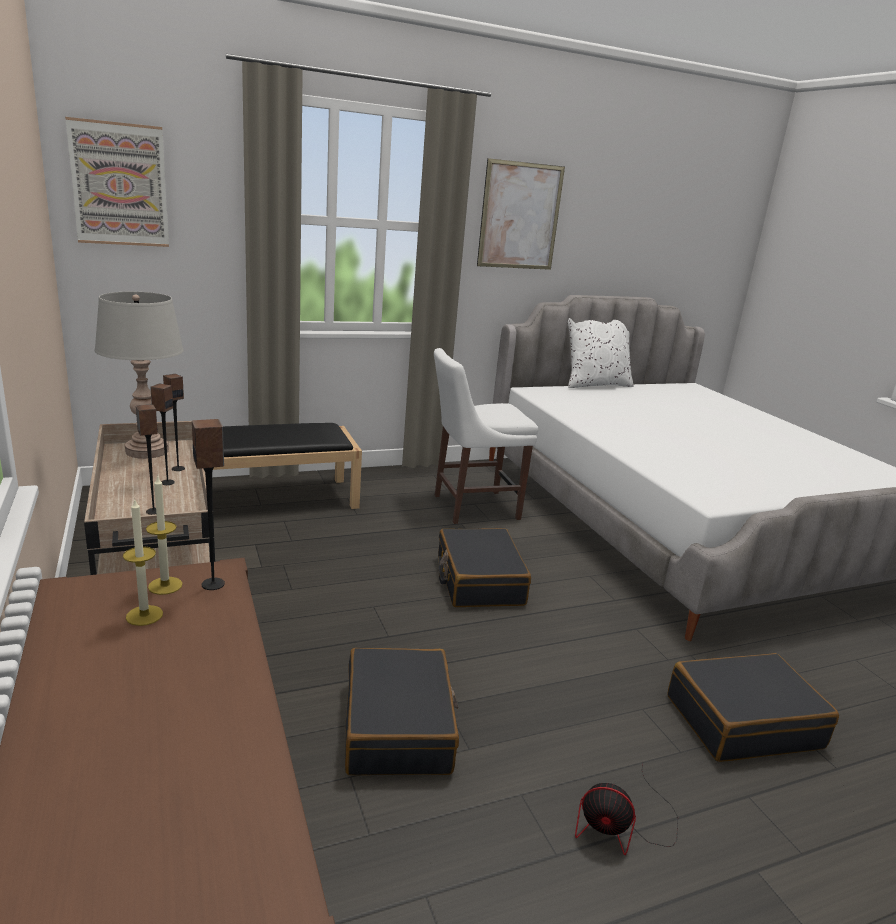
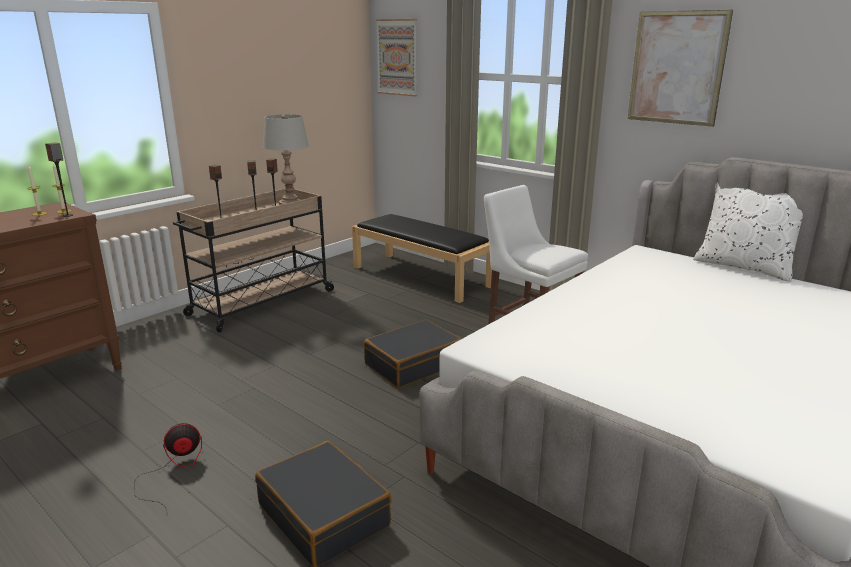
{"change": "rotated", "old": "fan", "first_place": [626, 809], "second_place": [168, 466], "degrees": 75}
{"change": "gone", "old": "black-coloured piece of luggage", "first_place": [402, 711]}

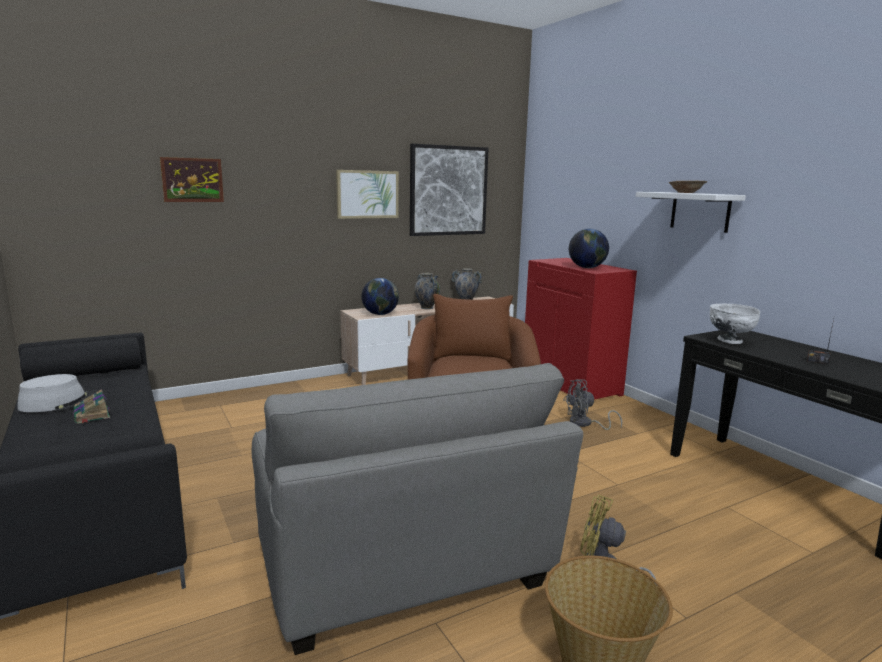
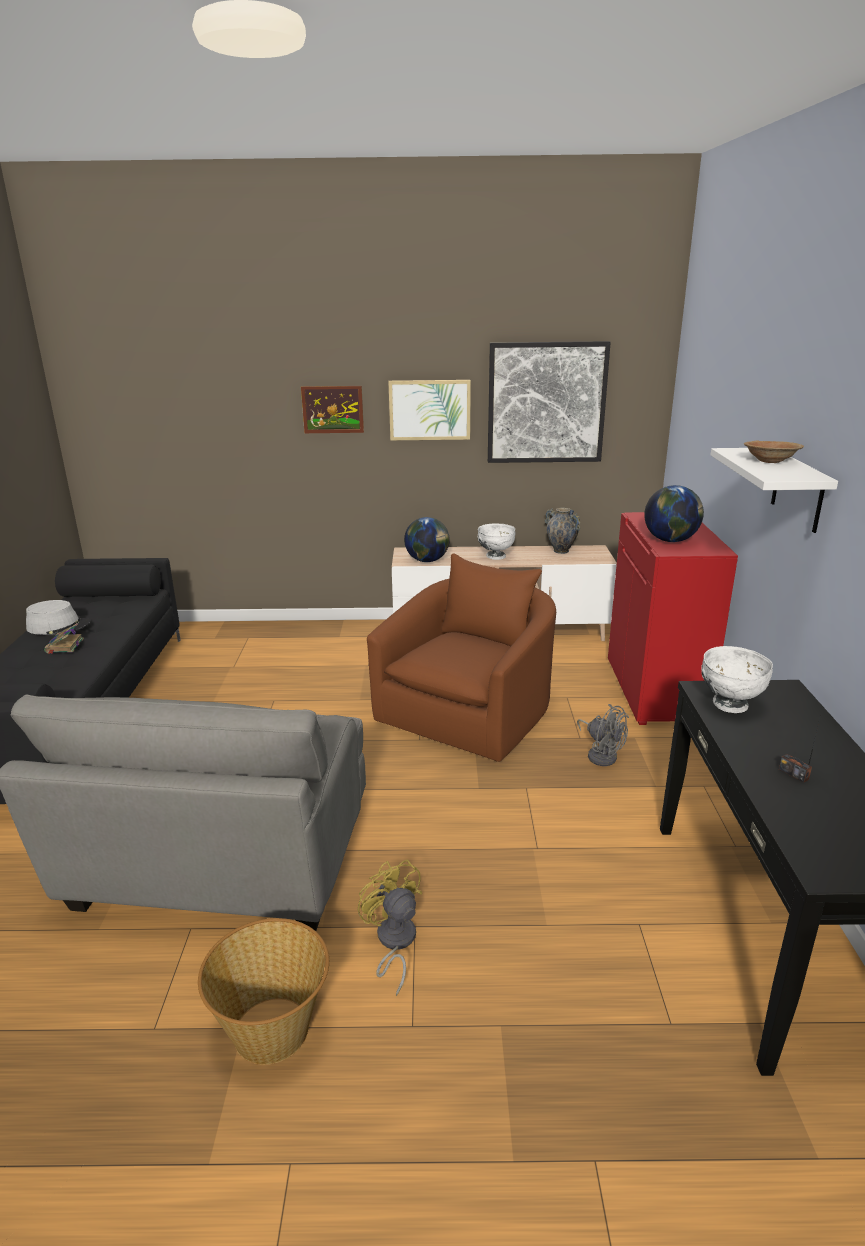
{"change": "shifted", "old": "wall picture", "first_place": [192, 179], "second_place": [332, 409]}
{"change": "swapped", "old": "flower vase", "new": "white-coloured deep dish", "first_place": [427, 291], "second_place": [496, 541]}
{"change": "rotated", "old": "grey fan", "first_place": [592, 404], "second_place": [603, 735], "degrees": -150}

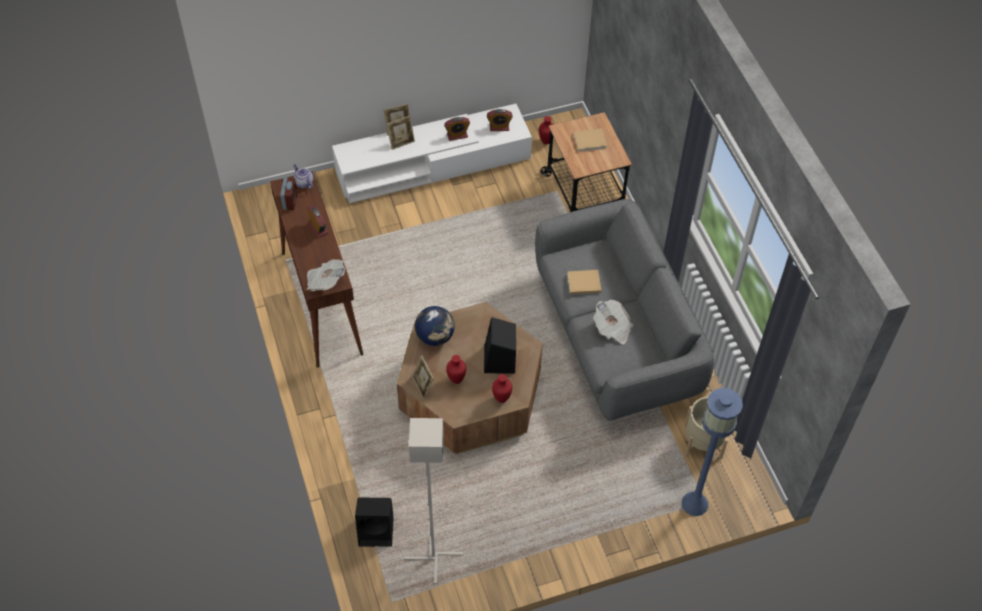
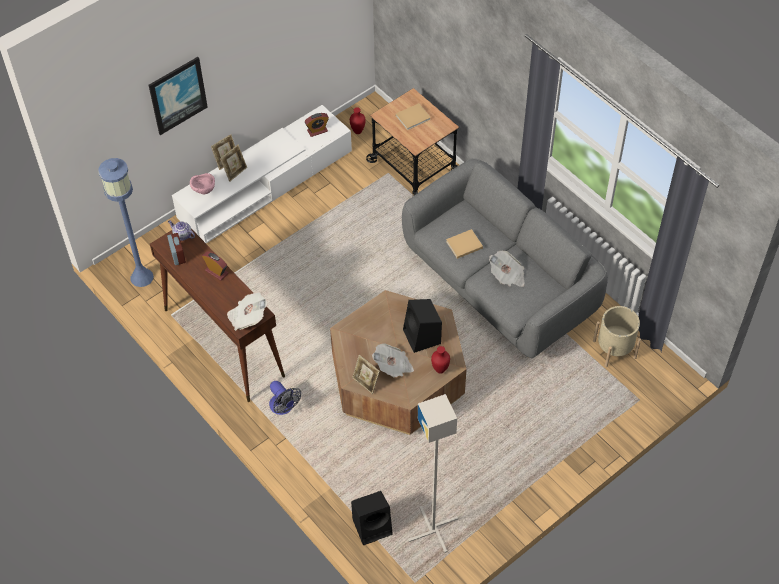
{"change": "shifted", "old": "blue-coloured standing lamp", "first_place": [712, 452], "second_place": [126, 222]}
{"change": "new", "new": "wall picture", "second_place": [178, 96]}
{"change": "new", "new": "pinkish deep dish", "second_place": [202, 183]}
{"change": "new", "new": "fan", "second_place": [285, 398]}
{"change": "swapped", "old": "red-coloured flower vase", "new": "newspaper", "first_place": [456, 369], "second_place": [393, 360]}
{"change": "gone", "old": "desk globe", "first_place": [435, 326]}
{"change": "gone", "old": "alarm clock", "first_place": [457, 129]}

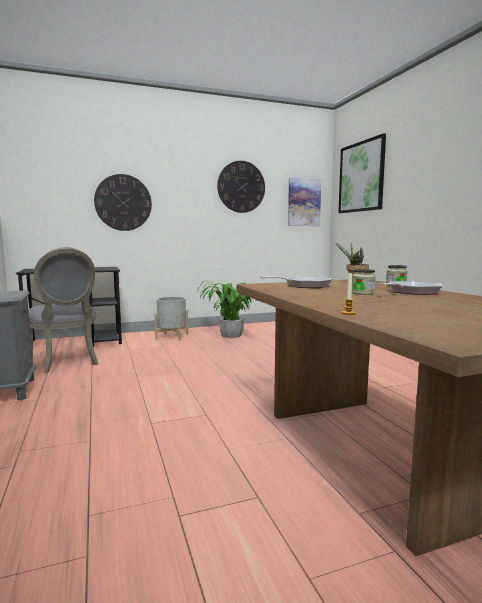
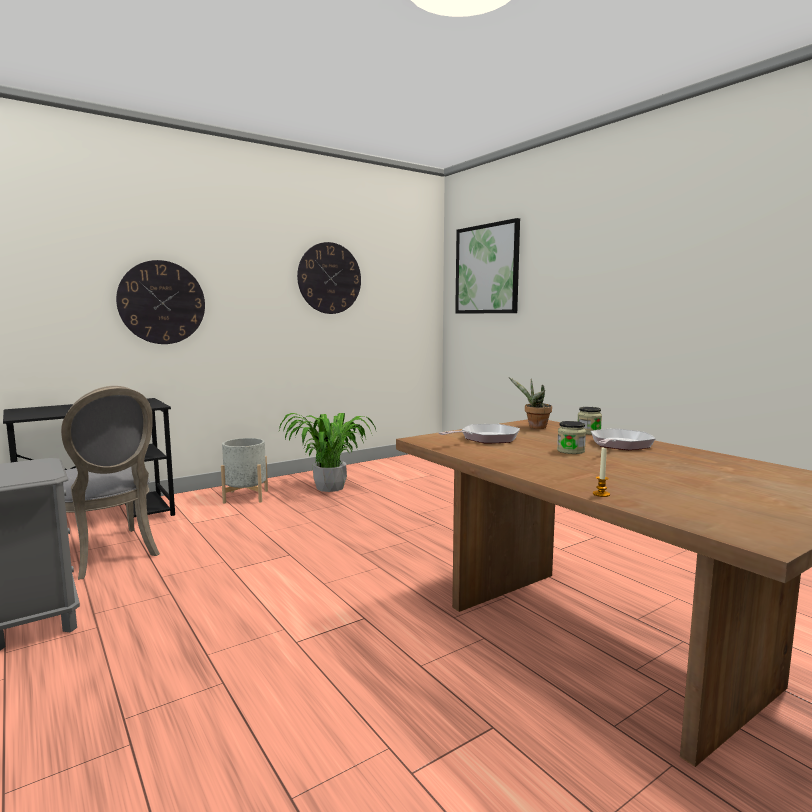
{"change": "gone", "old": "wall picture", "first_place": [304, 202]}

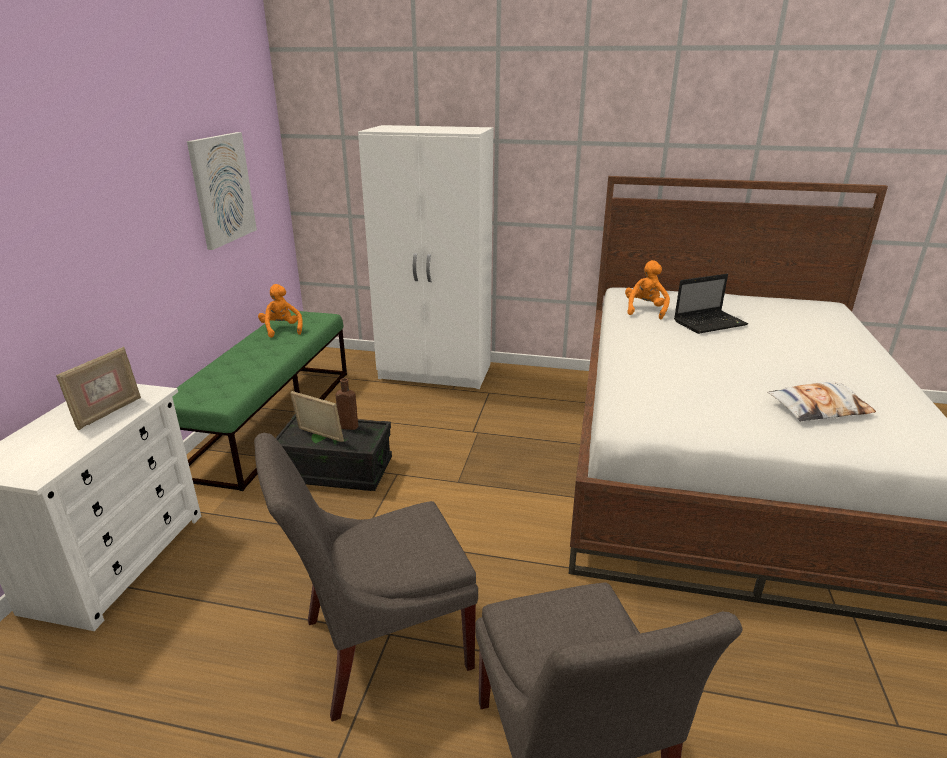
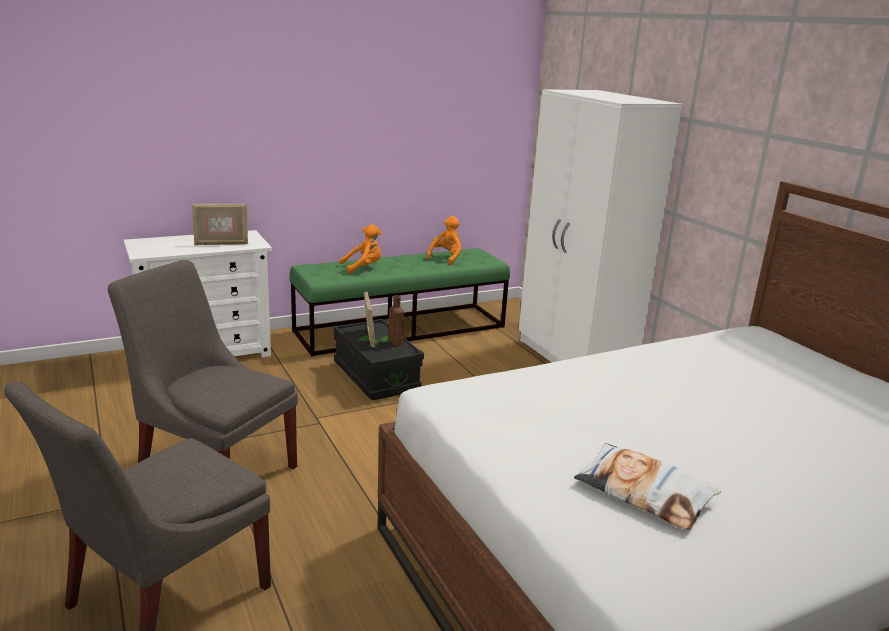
{"change": "shifted", "old": "orange cuddly toy", "first_place": [647, 289], "second_place": [361, 249]}
{"change": "gone", "old": "wall picture", "first_place": [222, 191]}
{"change": "gone", "old": "notebook computer", "first_place": [711, 304]}

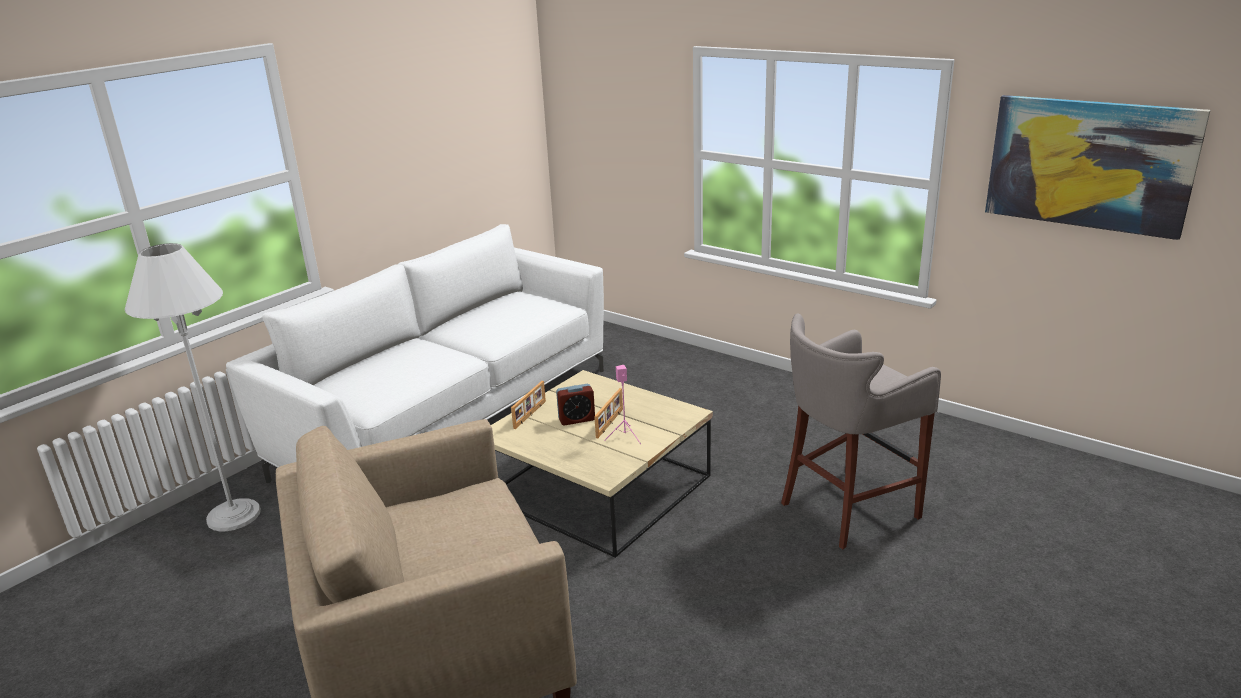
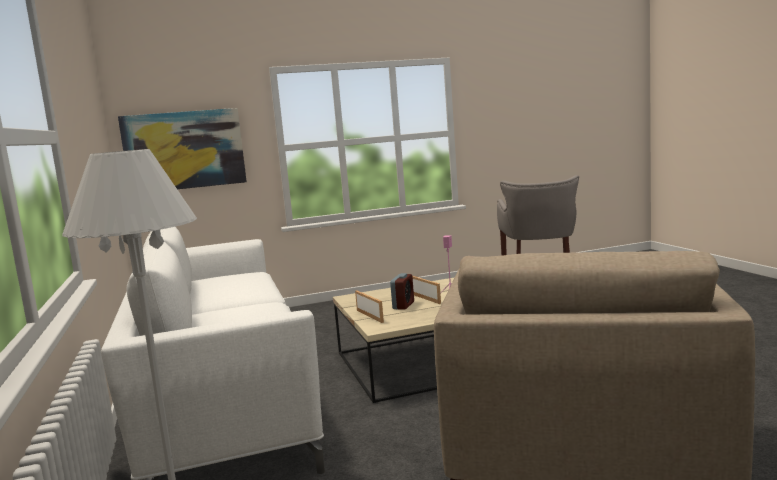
{"change": "shifted", "old": "wall picture", "first_place": [1097, 167], "second_place": [182, 148]}

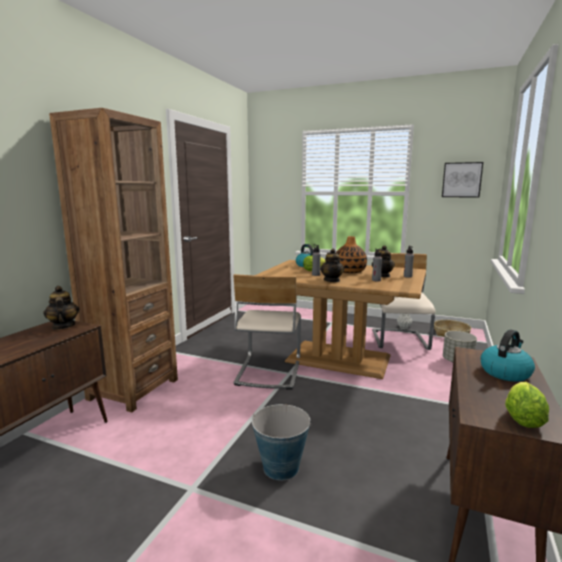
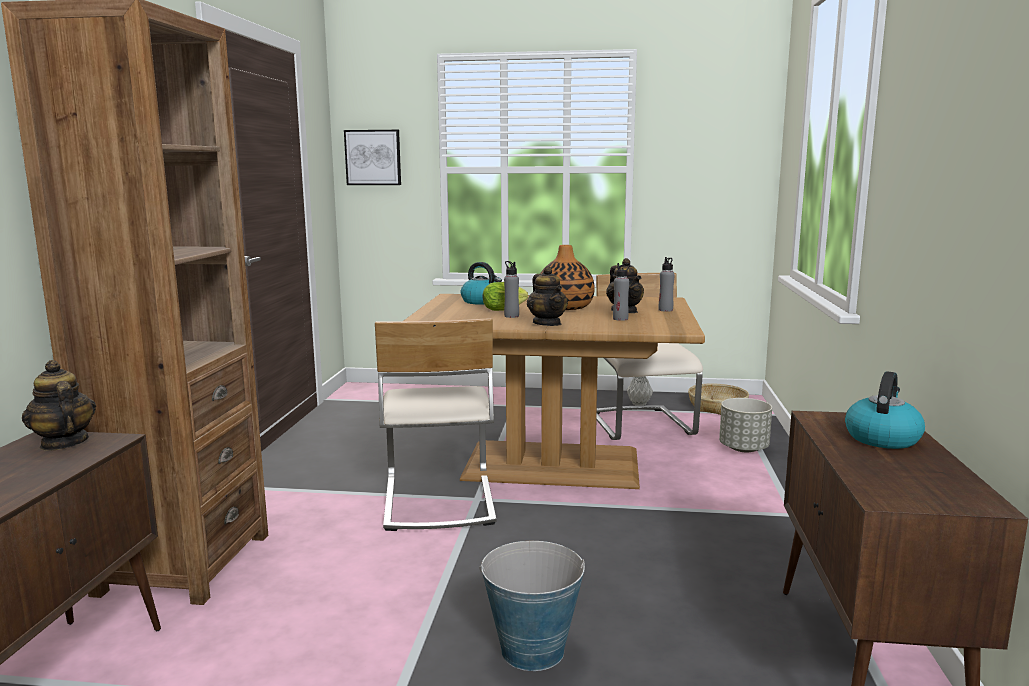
{"change": "shifted", "old": "wall picture", "first_place": [462, 179], "second_place": [372, 157]}
{"change": "gone", "old": "lettuce", "first_place": [527, 405]}

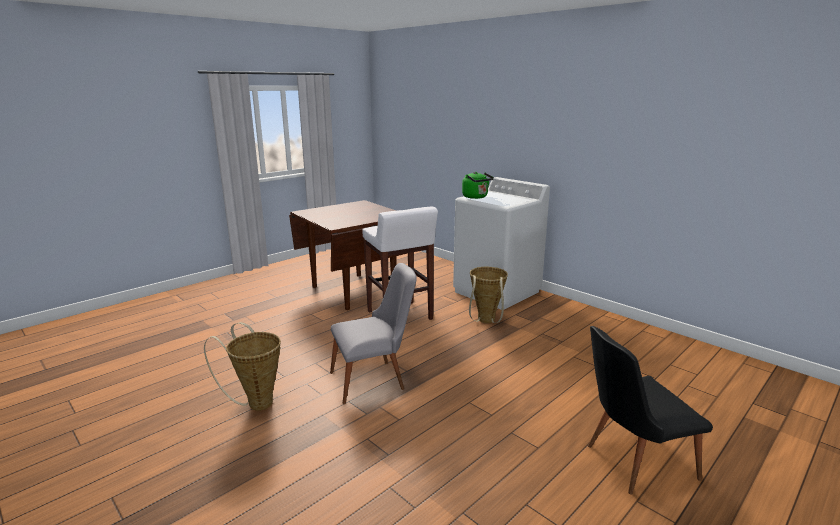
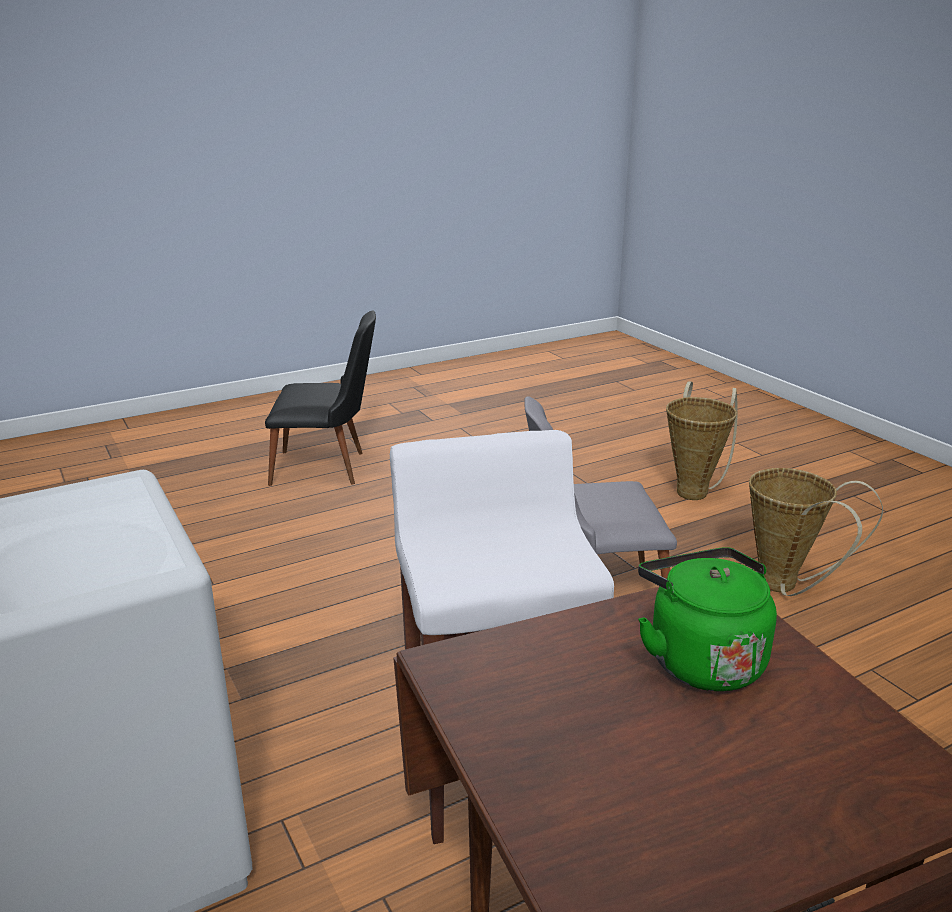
{"change": "shifted", "old": "green water kettle", "first_place": [478, 185], "second_place": [707, 619]}
{"change": "shifted", "old": "household basket", "first_place": [488, 295], "second_place": [702, 440]}

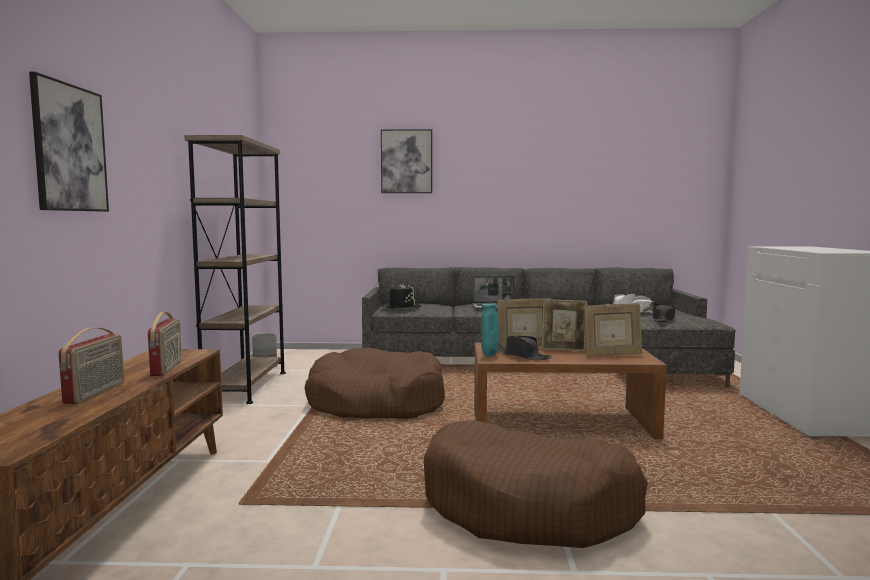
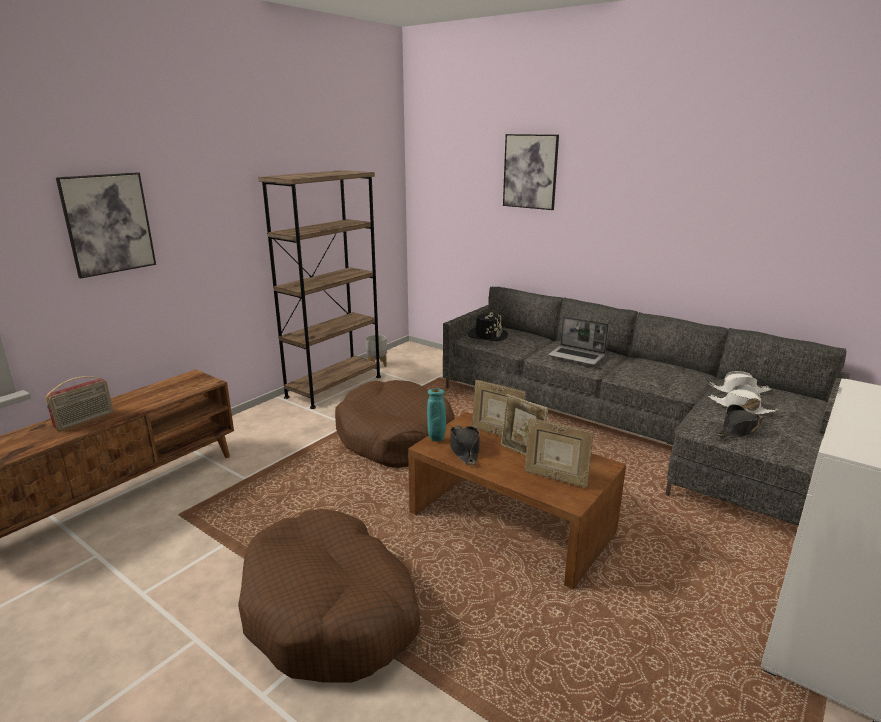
{"change": "gone", "old": "radio", "first_place": [165, 344]}

